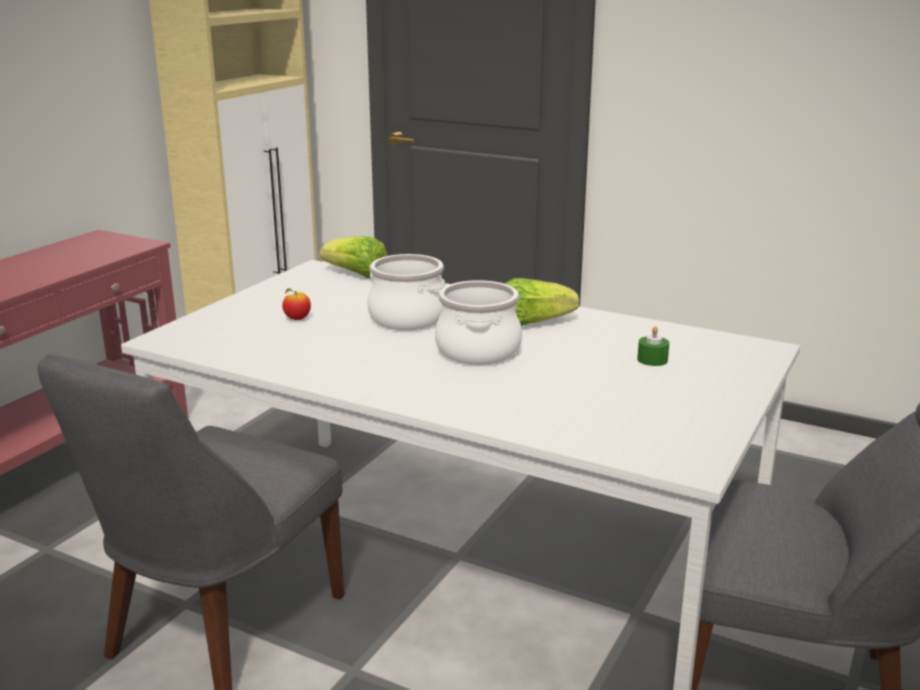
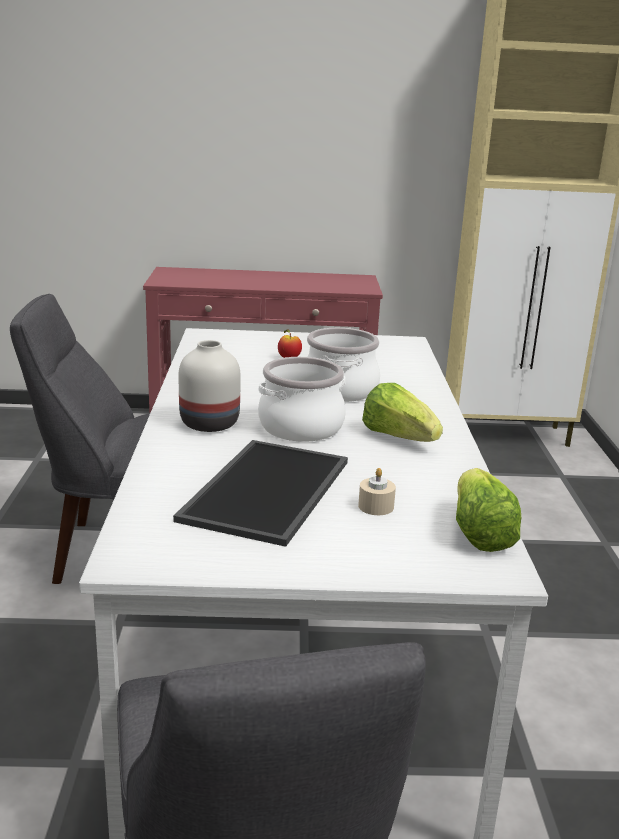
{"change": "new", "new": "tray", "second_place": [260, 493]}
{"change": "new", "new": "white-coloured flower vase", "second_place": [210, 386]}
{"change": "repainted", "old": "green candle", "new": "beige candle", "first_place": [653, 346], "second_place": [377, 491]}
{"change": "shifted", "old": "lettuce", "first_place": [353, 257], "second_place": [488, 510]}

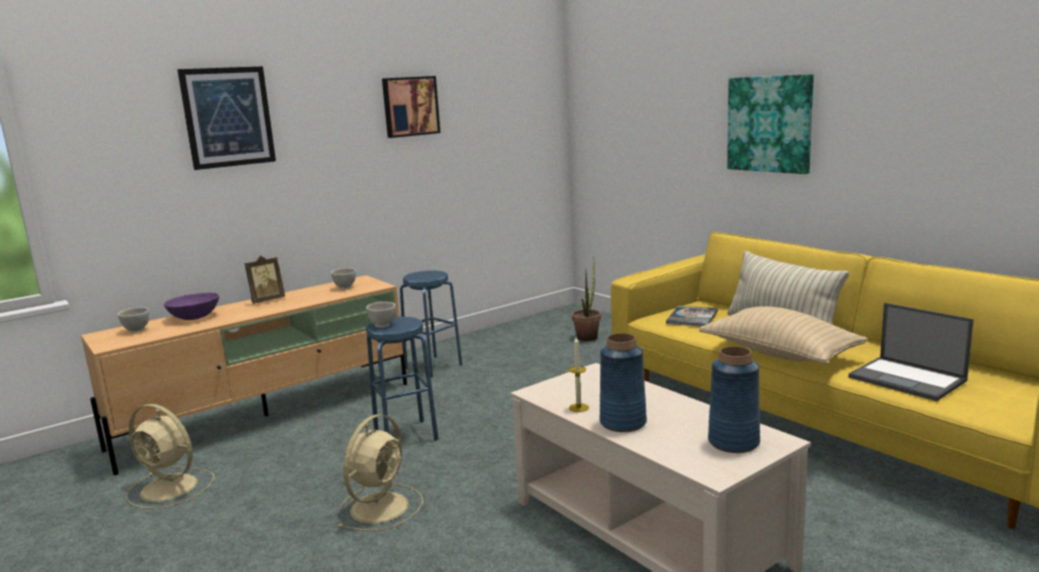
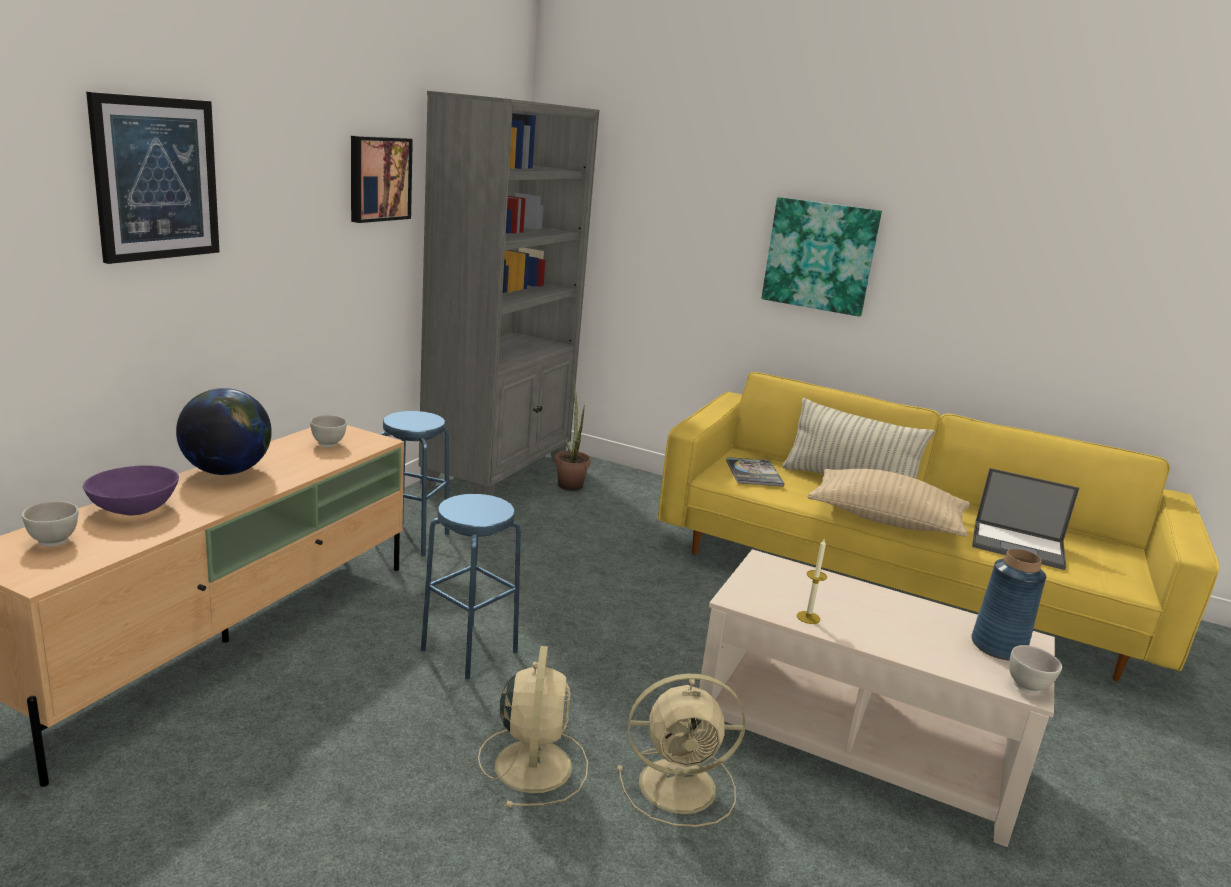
{"change": "swapped", "old": "photo frame", "new": "desk globe", "first_place": [264, 280], "second_place": [224, 431]}
{"change": "new", "new": "grey bookshelf", "second_place": [509, 293]}
{"change": "shifted", "old": "beige fan", "first_place": [170, 456], "second_place": [681, 750]}
{"change": "shifted", "old": "white-coloured deep dish", "first_place": [380, 314], "second_place": [1035, 669]}
{"change": "gone", "old": "blue-coloured flower vase", "first_place": [623, 382]}

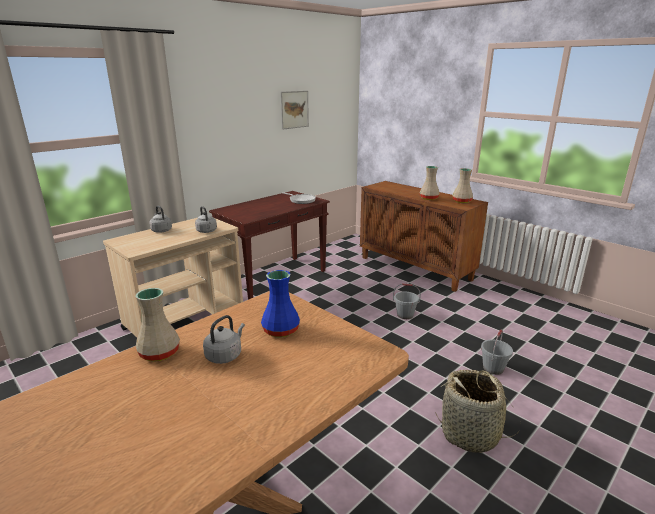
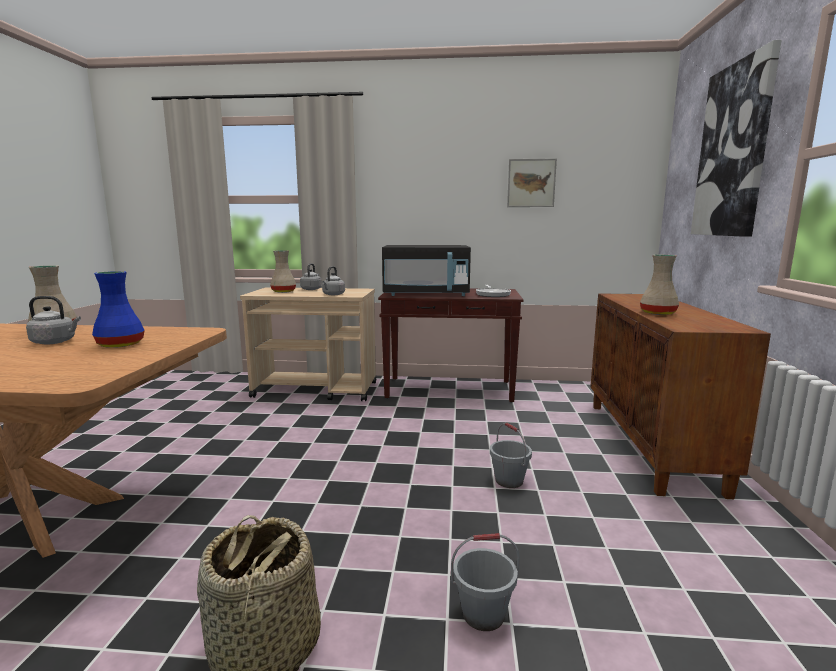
{"change": "shifted", "old": "beige flower vase", "first_place": [462, 185], "second_place": [283, 271]}
{"change": "new", "new": "black-coloured kitchen microwave", "second_place": [426, 270]}
{"change": "new", "new": "wall picture", "second_place": [736, 138]}

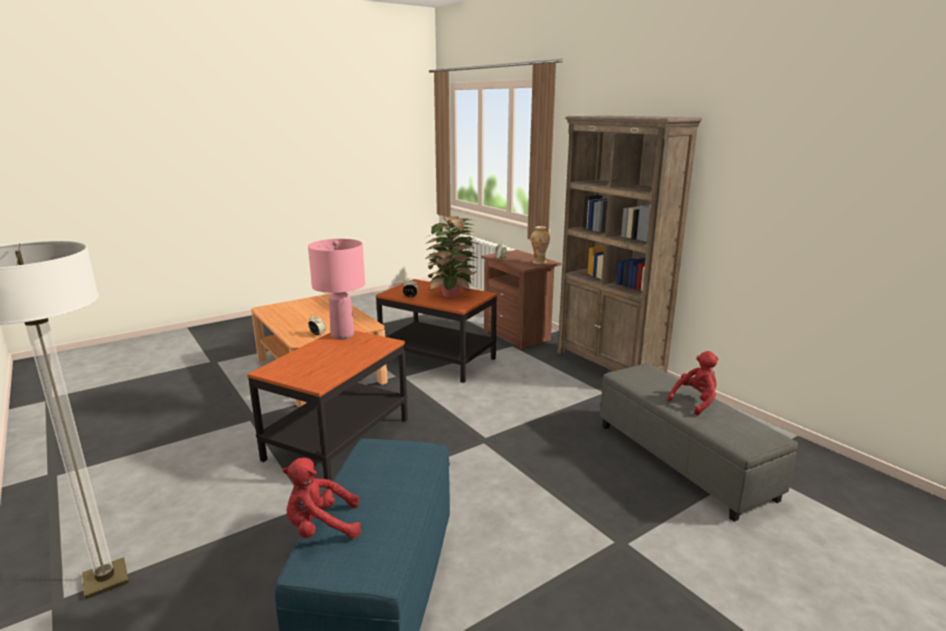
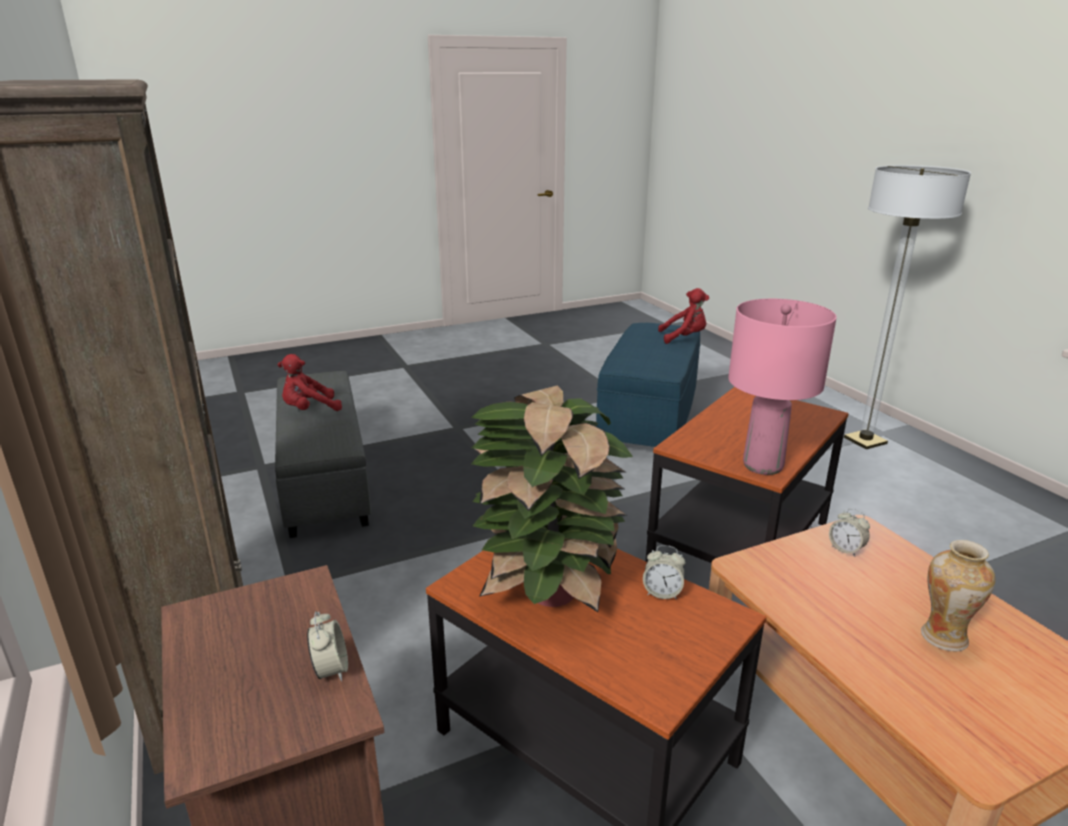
{"change": "shifted", "old": "flower vase", "first_place": [540, 245], "second_place": [958, 595]}

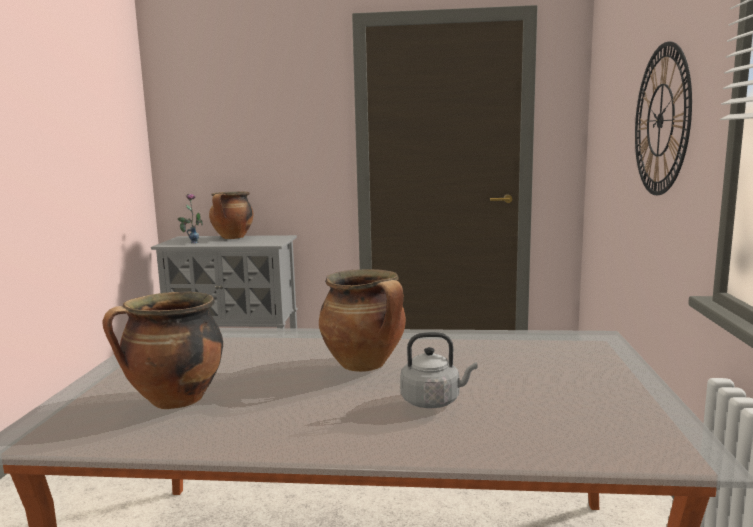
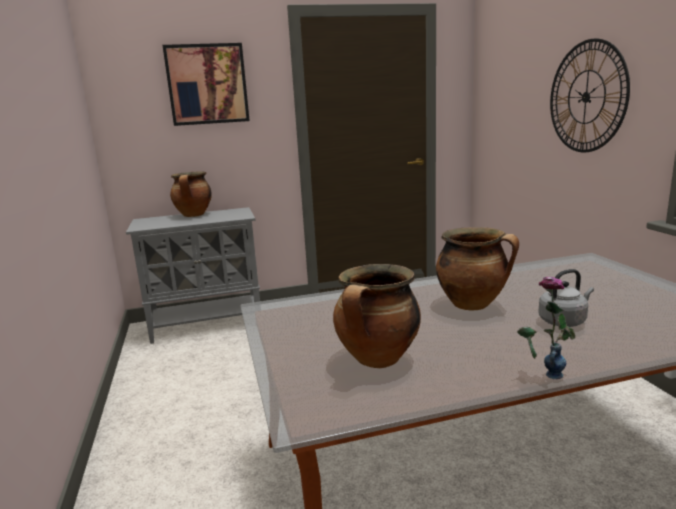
{"change": "new", "new": "wall picture", "second_place": [206, 84]}
{"change": "shifted", "old": "flower vase", "first_place": [190, 219], "second_place": [546, 328]}

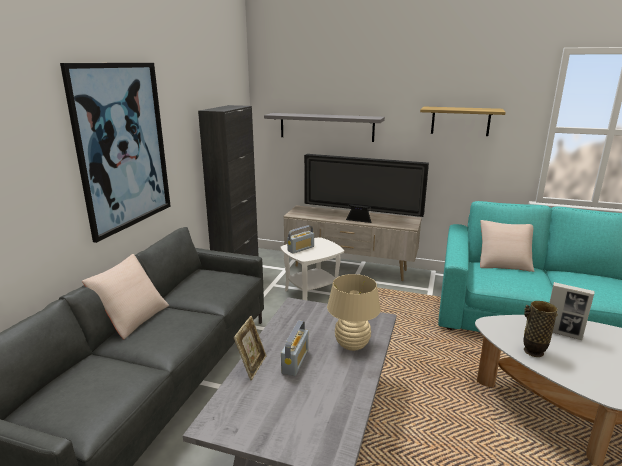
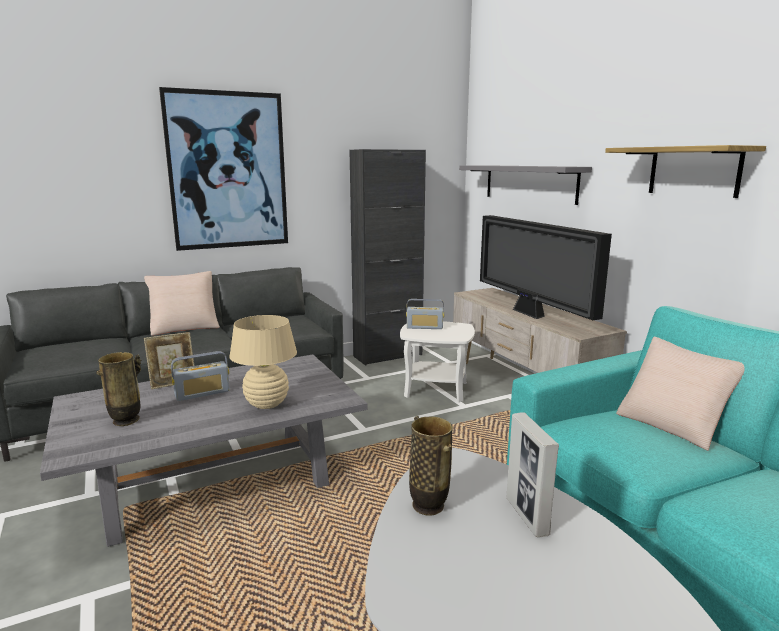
{"change": "new", "new": "flower vase", "second_place": [118, 389]}

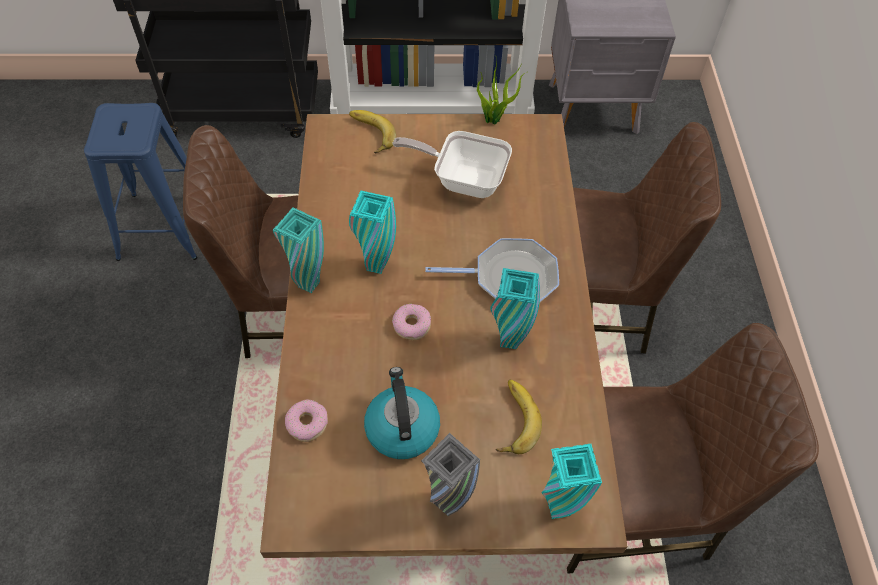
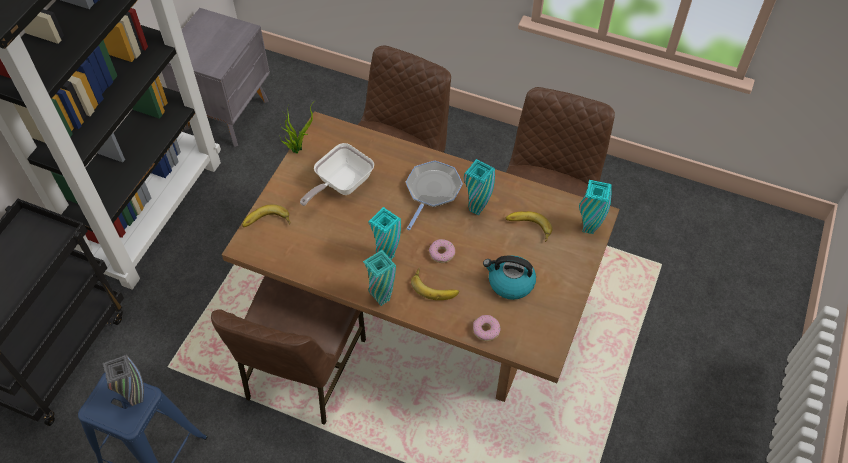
{"change": "shifted", "old": "grey flower vase", "first_place": [450, 474], "second_place": [123, 380]}
{"change": "new", "new": "banana", "second_place": [435, 283]}

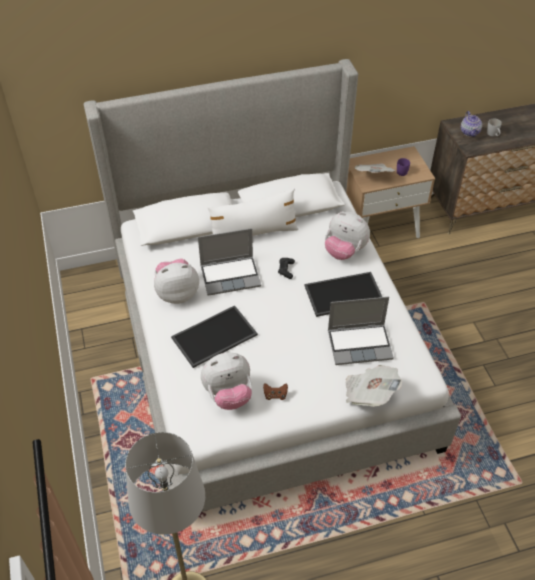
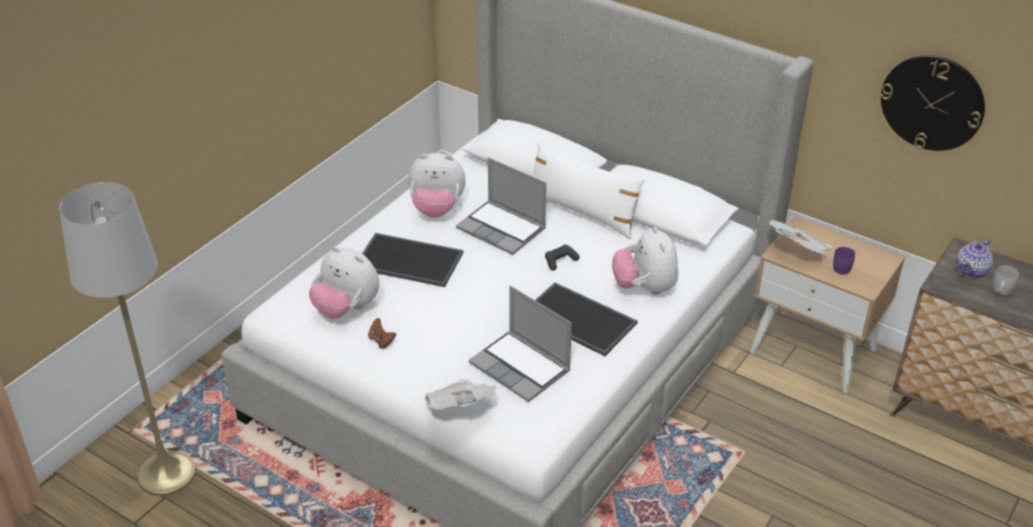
{"change": "rotated", "old": "cuddly toy", "first_place": [176, 281], "second_place": [437, 185], "degrees": 150}
{"change": "new", "new": "clock on the wall", "second_place": [933, 103]}

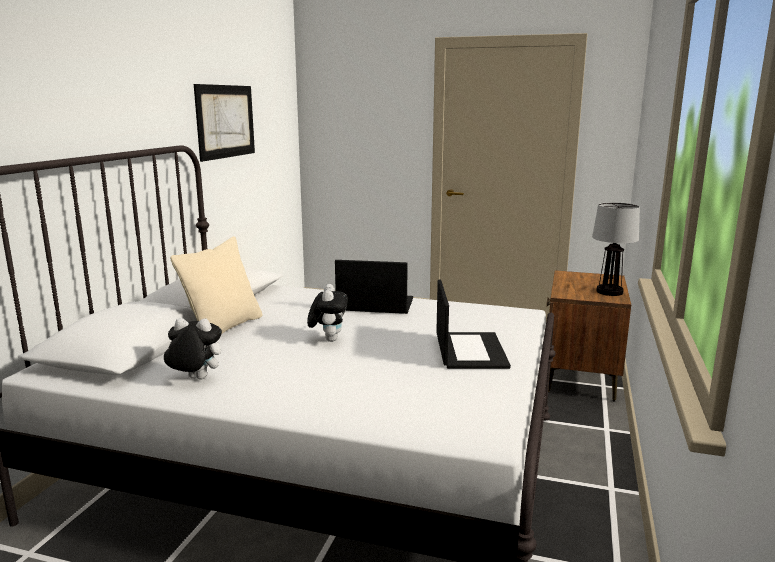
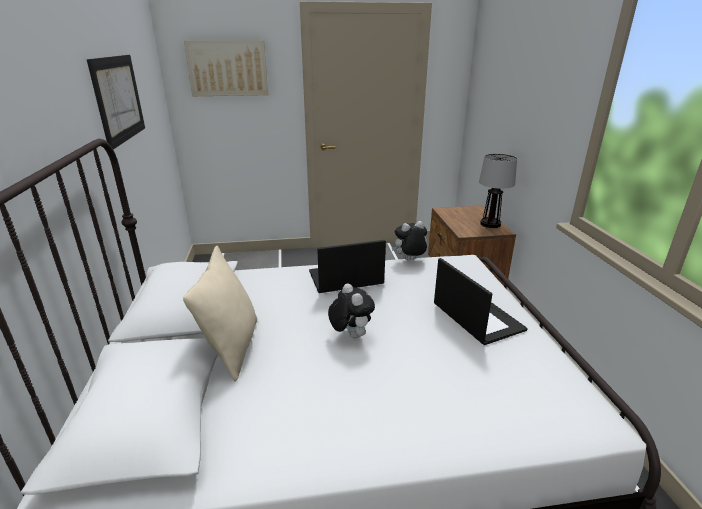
{"change": "new", "new": "wall picture", "second_place": [226, 68]}
{"change": "shifted", "old": "cuddly toy", "first_place": [193, 349], "second_place": [409, 240]}

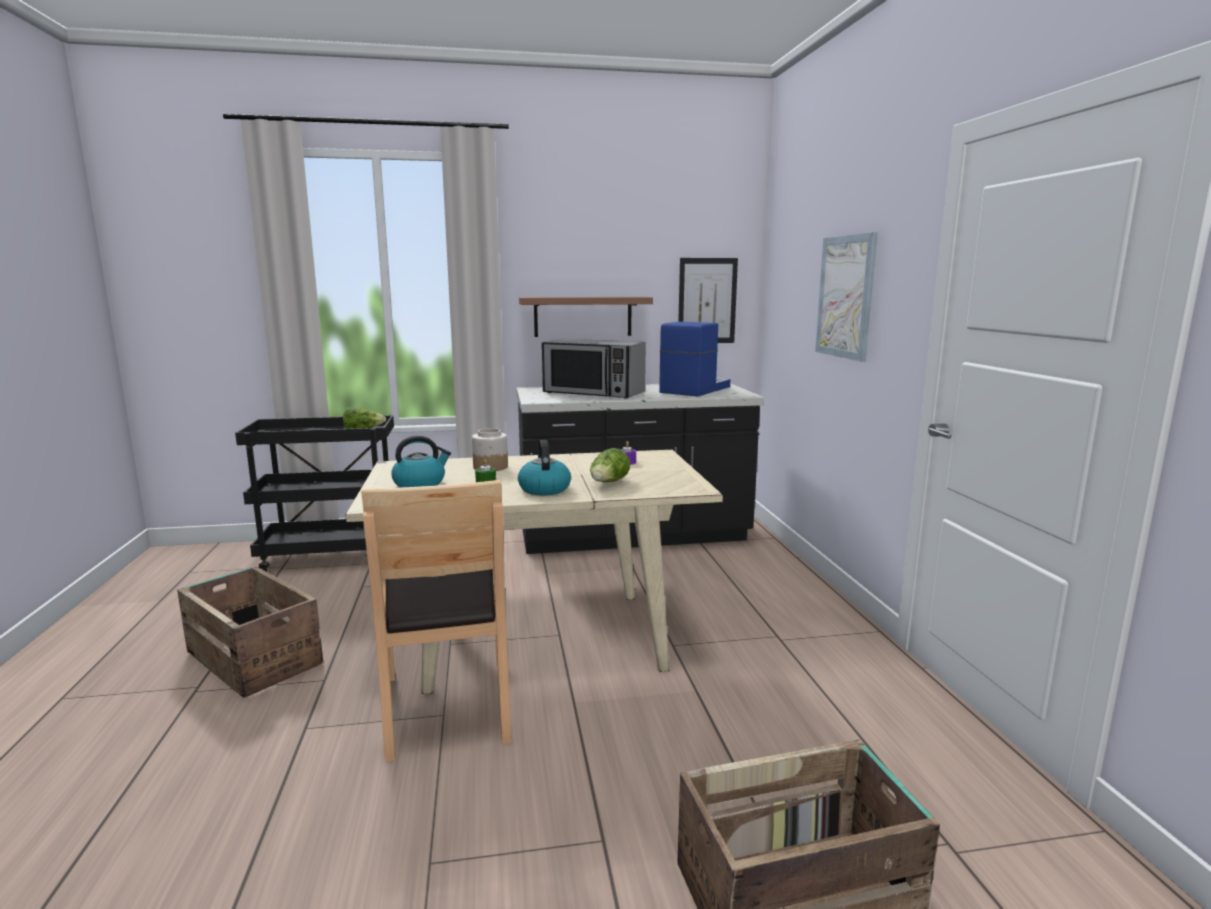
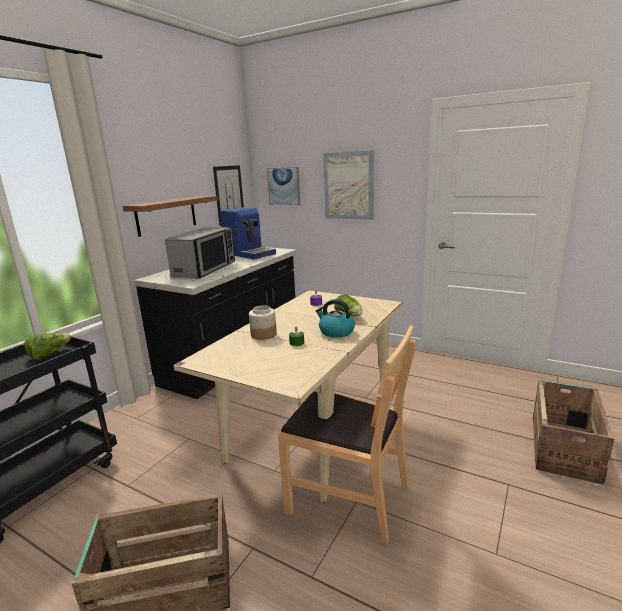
{"change": "rotated", "old": "kitchen microwave", "first_place": [594, 369], "second_place": [200, 253], "degrees": -45}
{"change": "rotated", "old": "coffee brewer", "first_place": [694, 359], "second_place": [248, 233], "degrees": 150}
{"change": "new", "new": "wall picture", "second_place": [283, 186]}
{"change": "gone", "old": "water kettle", "first_place": [421, 462]}

